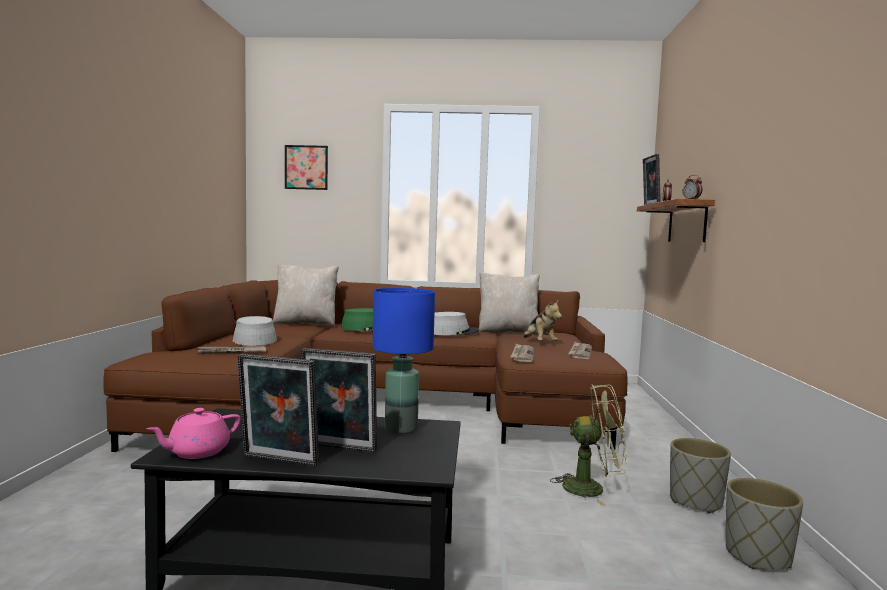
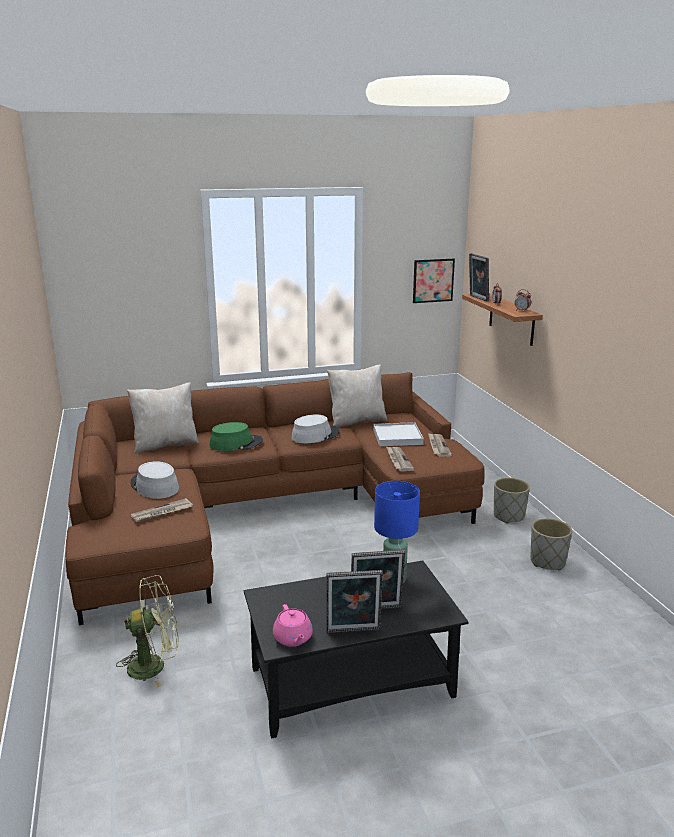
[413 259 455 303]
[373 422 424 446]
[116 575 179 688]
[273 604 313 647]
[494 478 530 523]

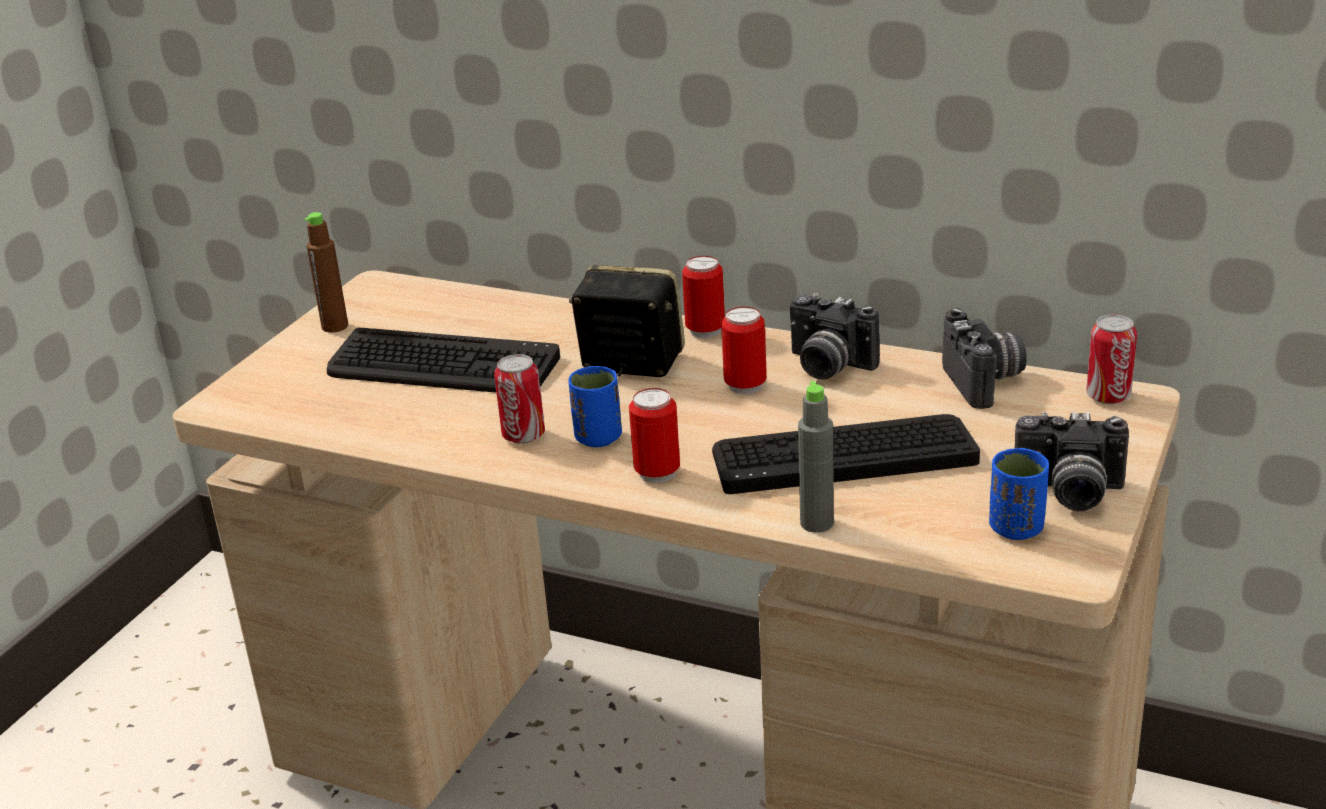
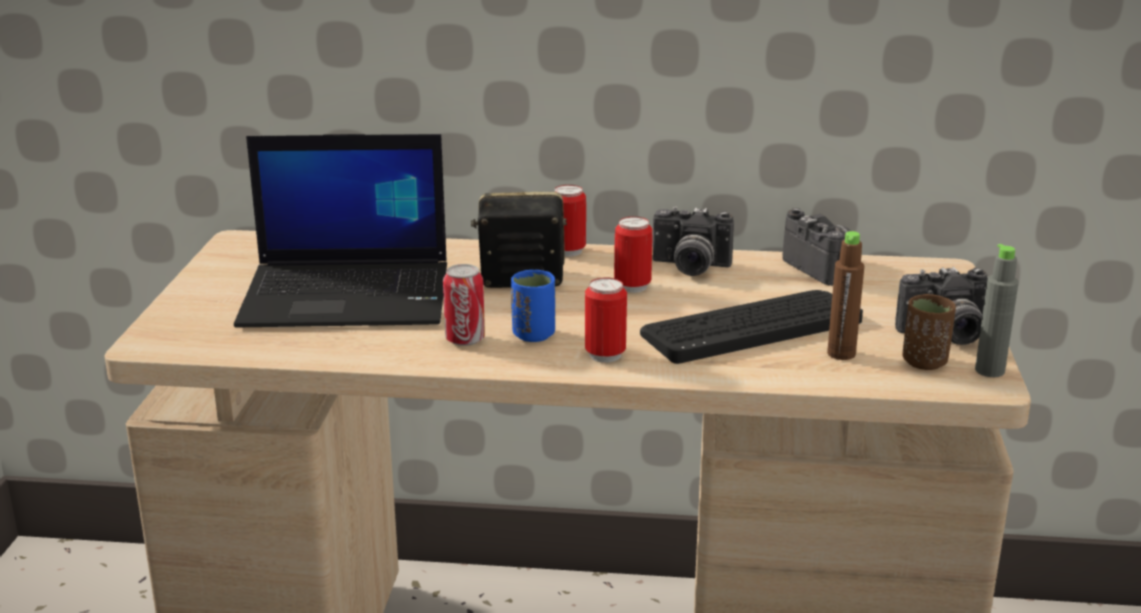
[827 231 865 360]
[1086 314 1137 404] (first image)
[234 134 447 328]
[975 244 1019 377]
[902 294 956 370]

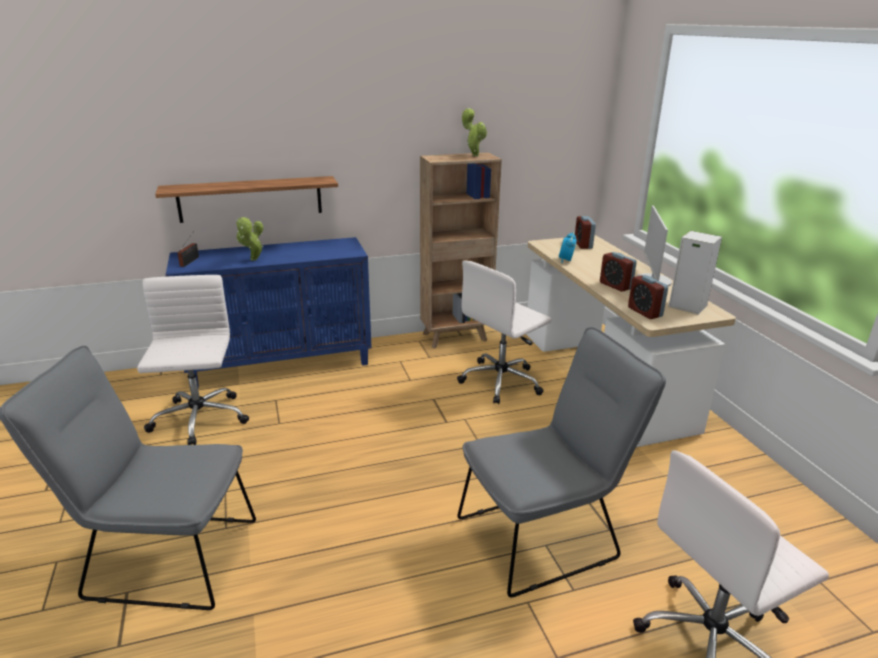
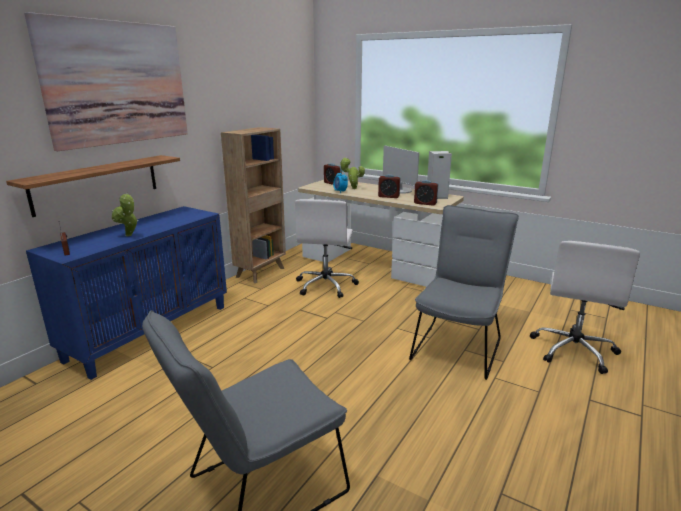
[340 158 365 189]
[137 275 249 445] (first image)
[24 12 188 151]

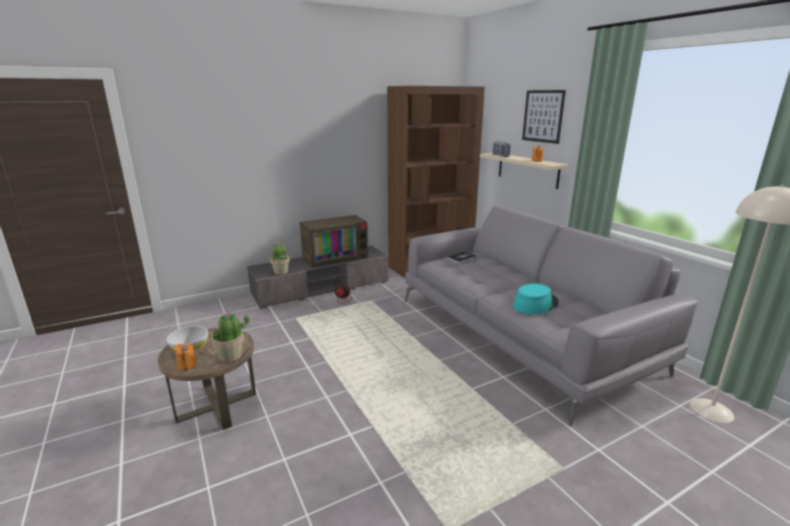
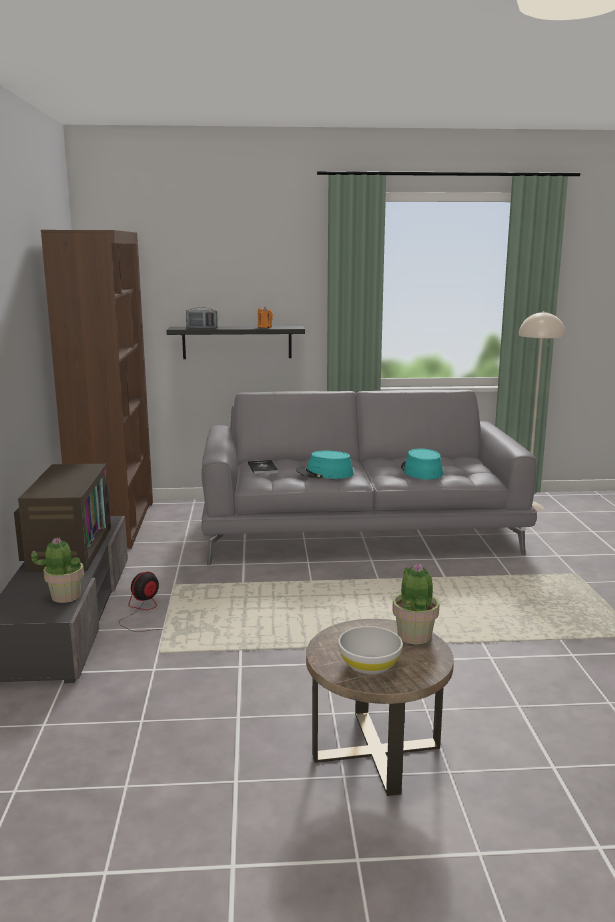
[522 90 566 144] (first image)
[166 326 305 359]
[174 343 197 371] (first image)
[296 451 354 479]

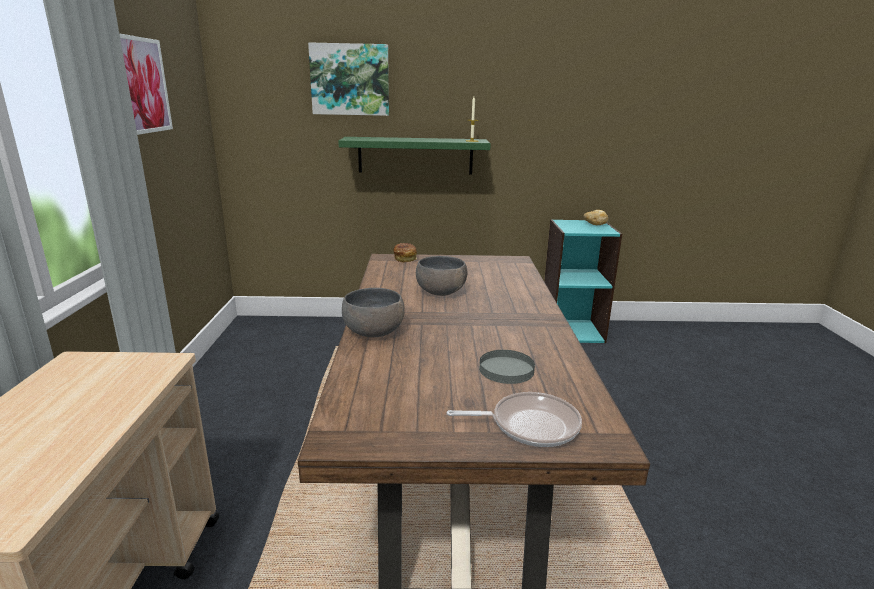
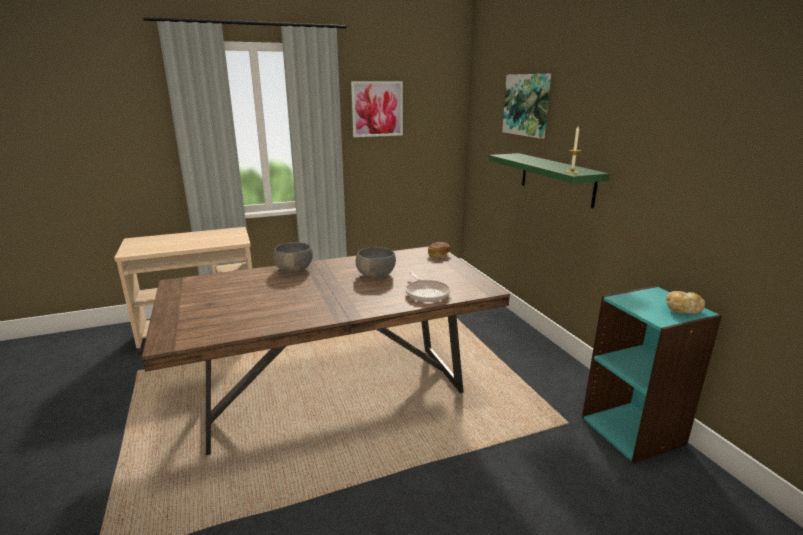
[479 350 535 384] (first image)
[406 272 450 302]

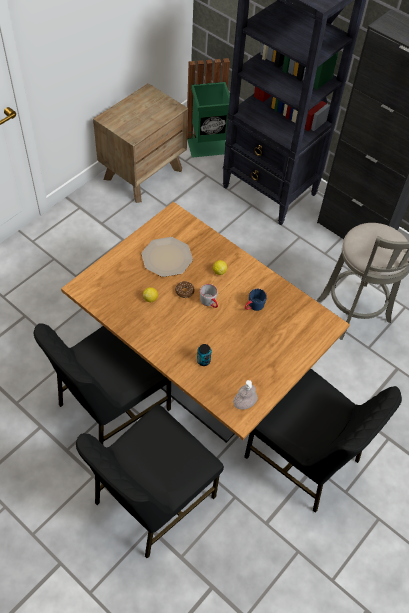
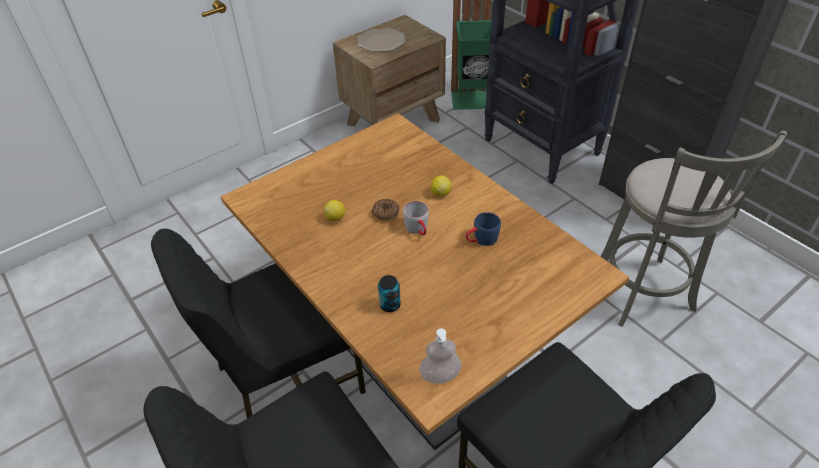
[358 28 405 52]

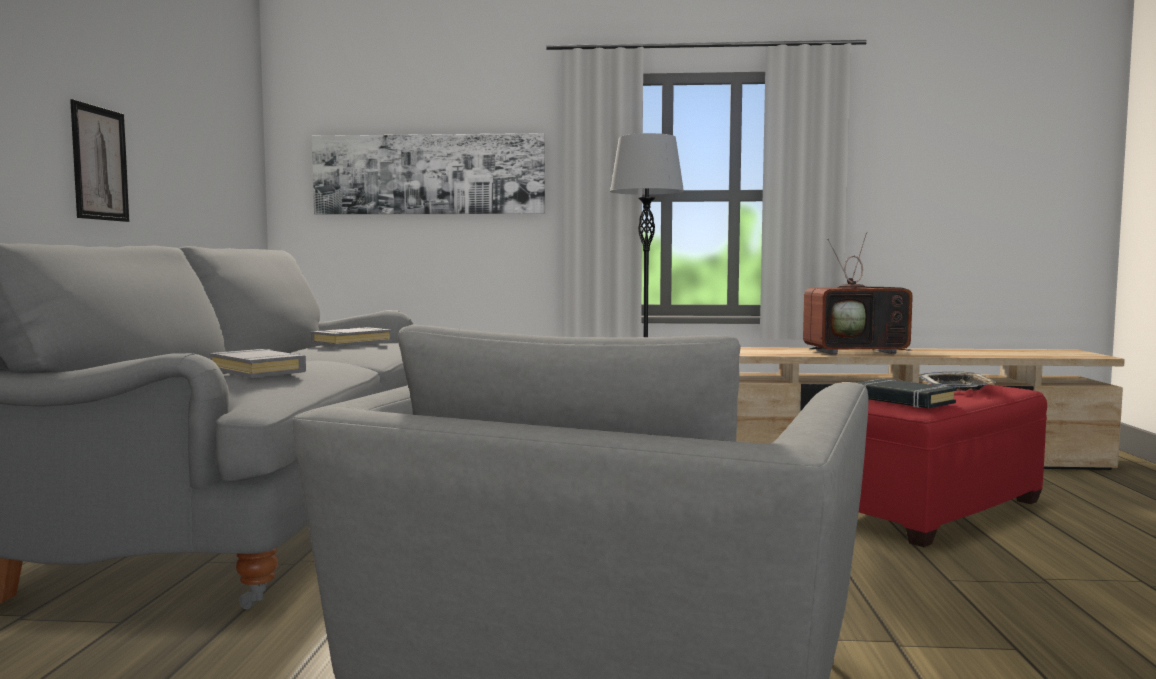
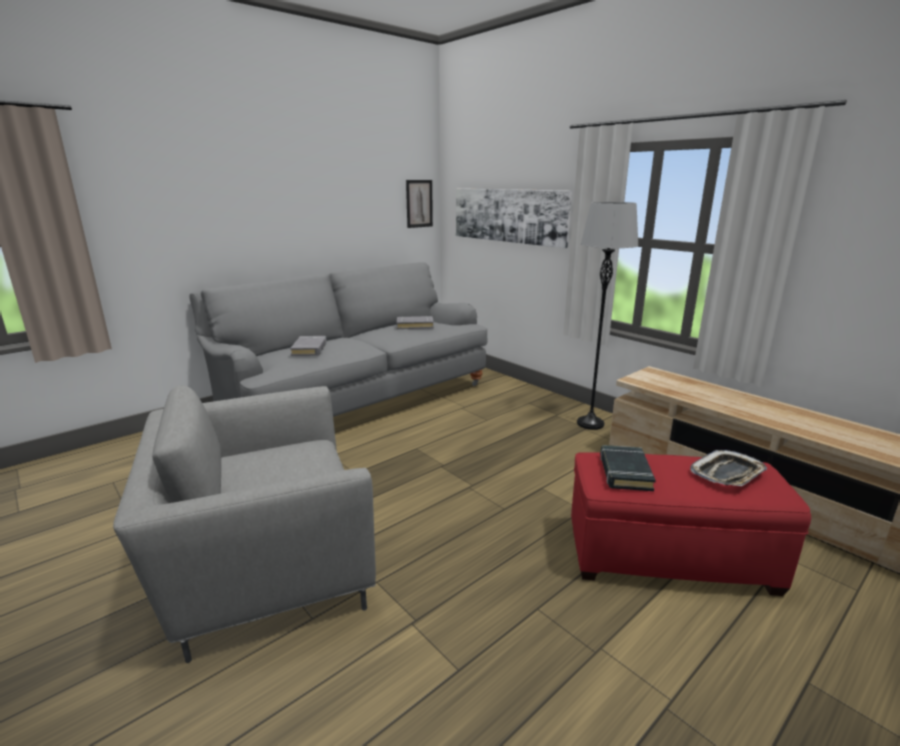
[406 180 433 228]
[803 232 913 354] (first image)

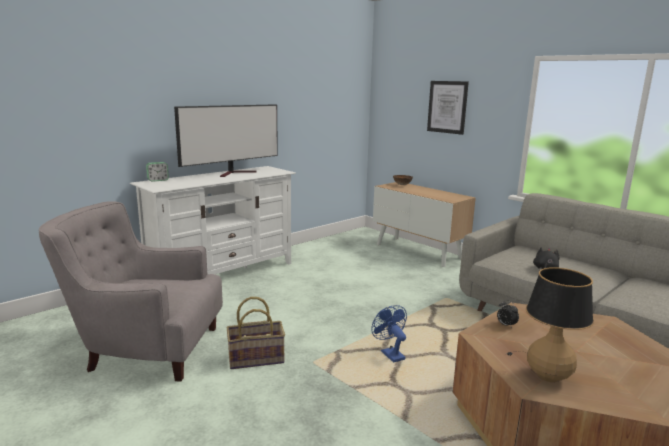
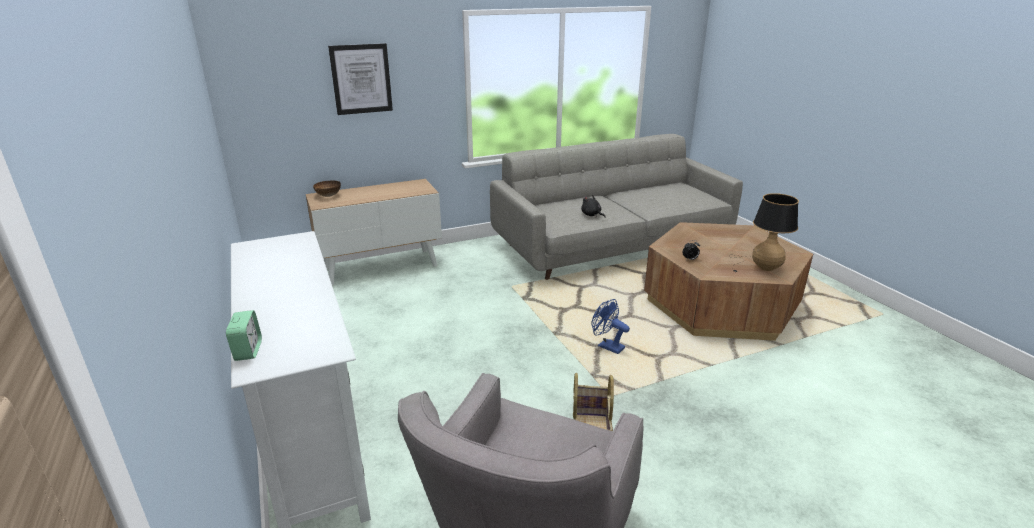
[174 104 278 177] (first image)
[591 299 630 354]

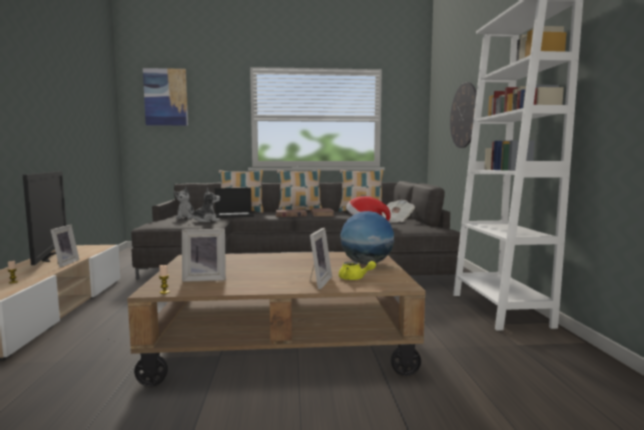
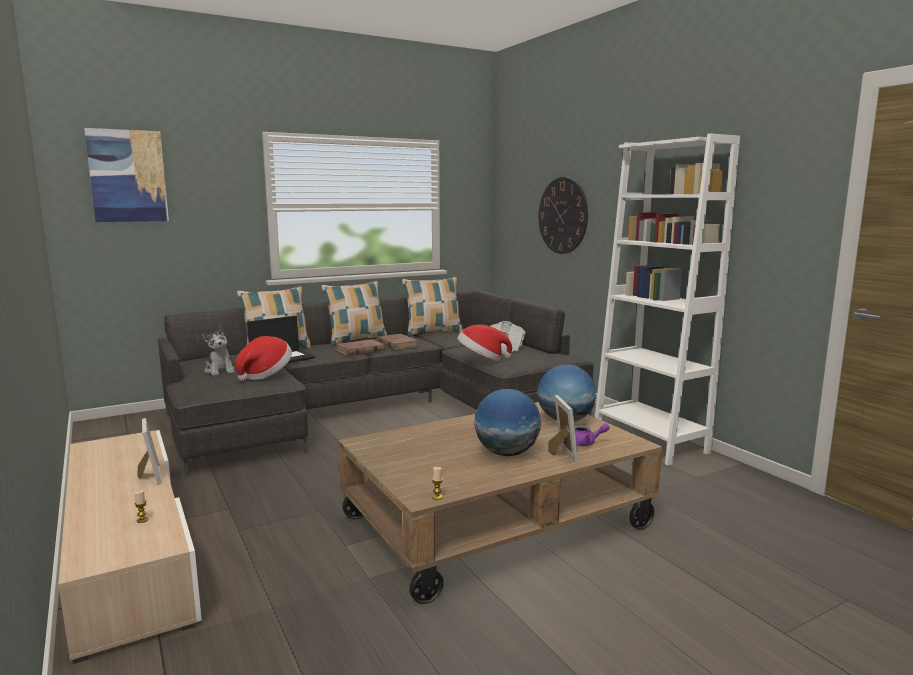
[23 171 67 265] (first image)
[236 336 292 381]
[182 229 226 282] (first image)
[575 423 610 446]
[474 389 541 456]

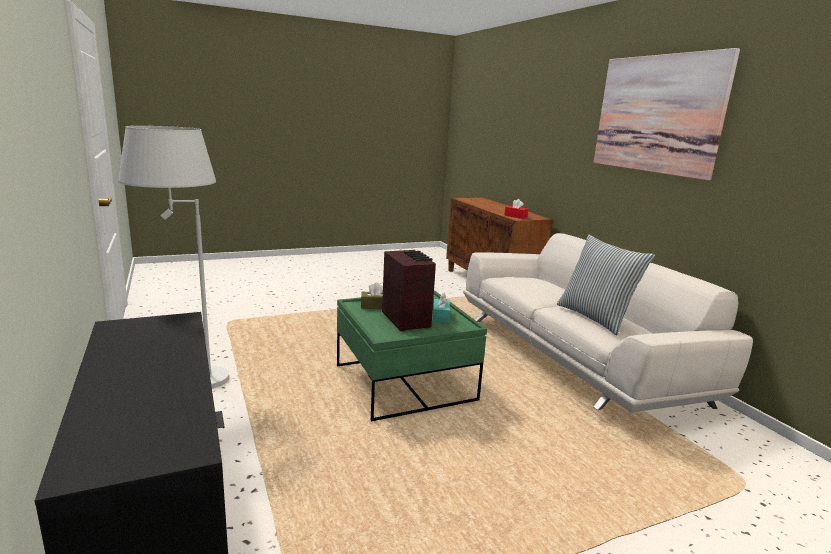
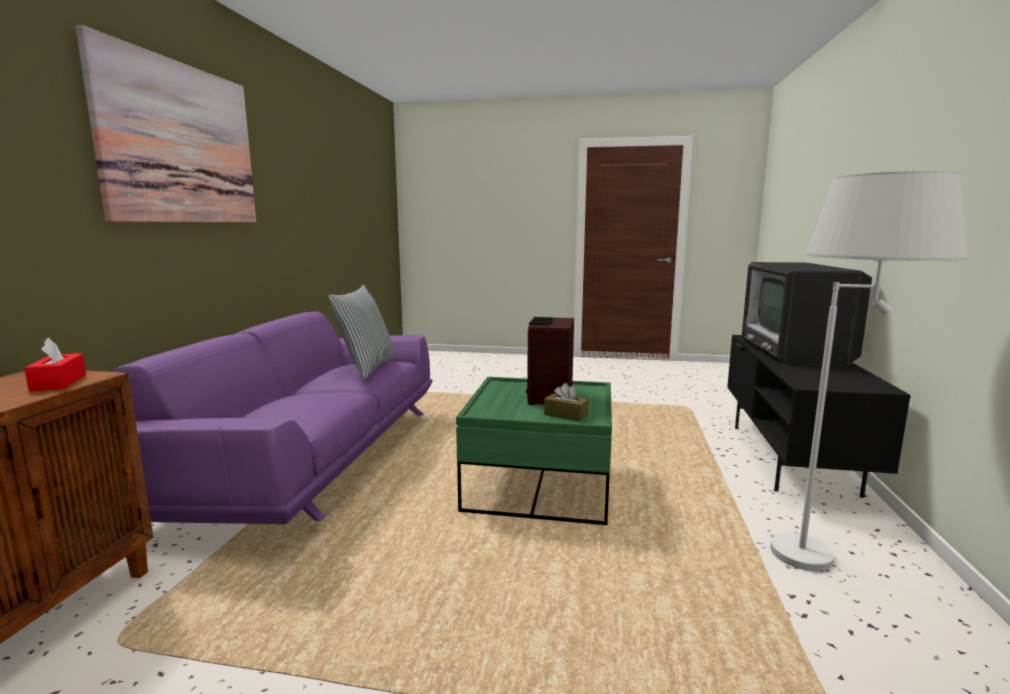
[110 312 433 524]
[433 293 450 323] (first image)
[742 262 872 365]

